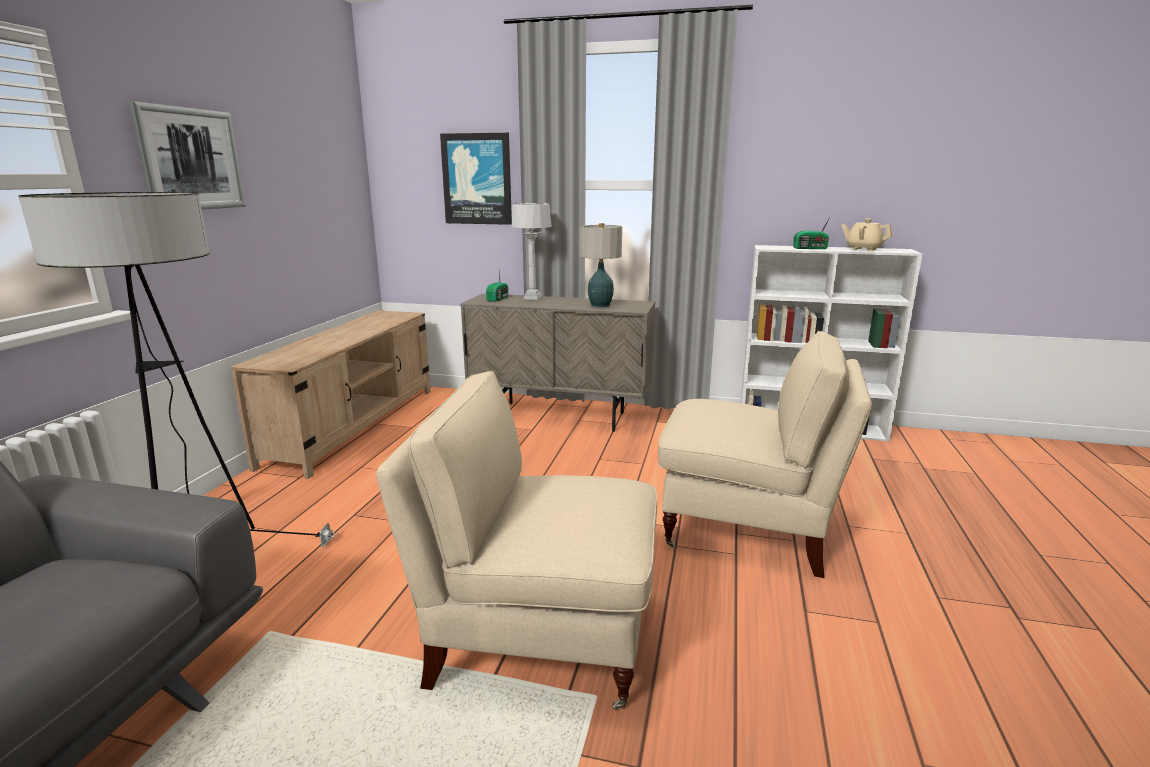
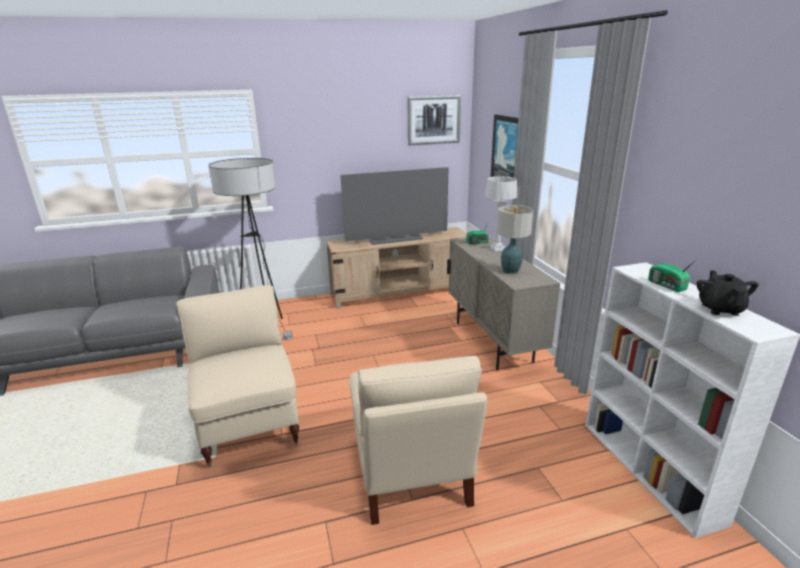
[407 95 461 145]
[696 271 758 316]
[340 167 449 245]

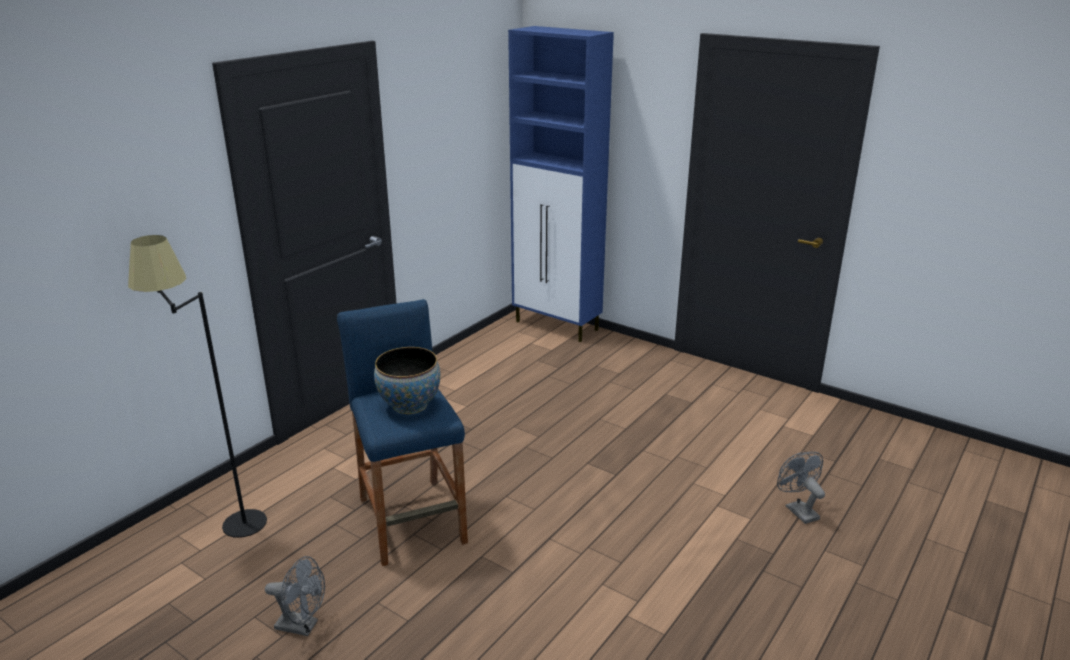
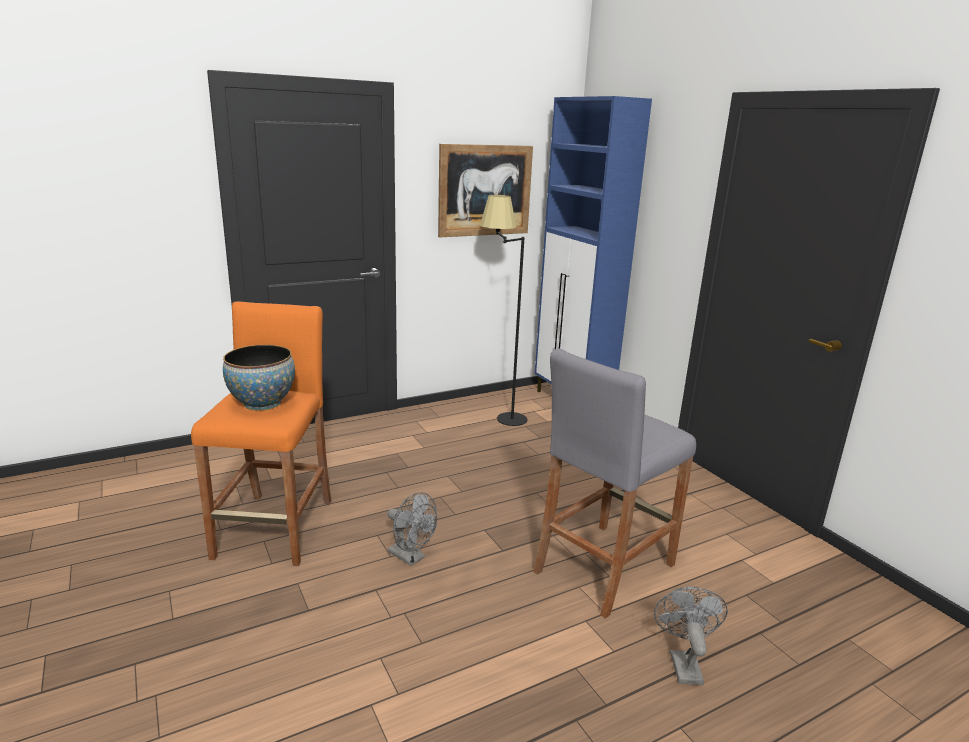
[480 195 528 426]
[191 301 332 566]
[387 492 437 566]
[438 144 533 237]
[533 348 696 619]

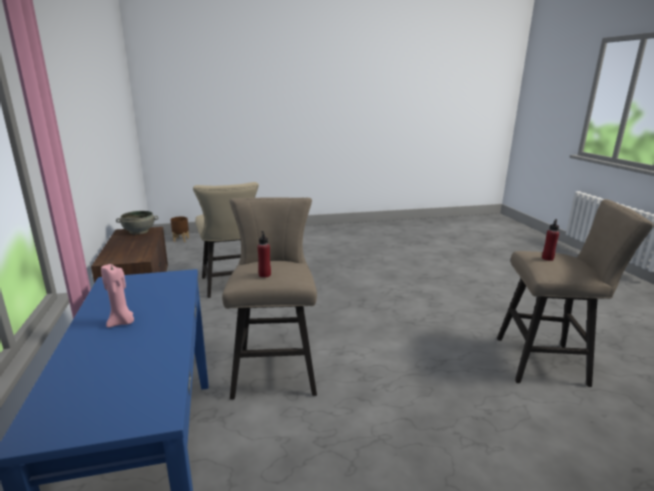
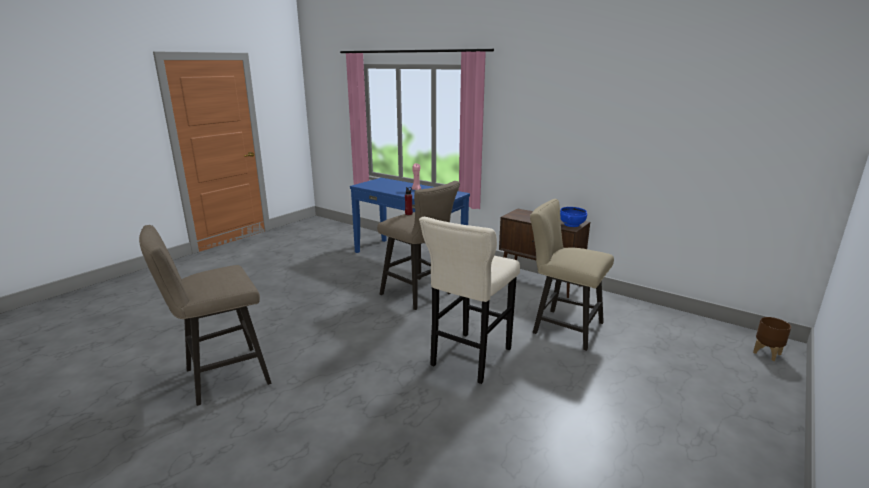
[560 207 587 227]
[542 219 559 261] (first image)
[419 217 520 384]

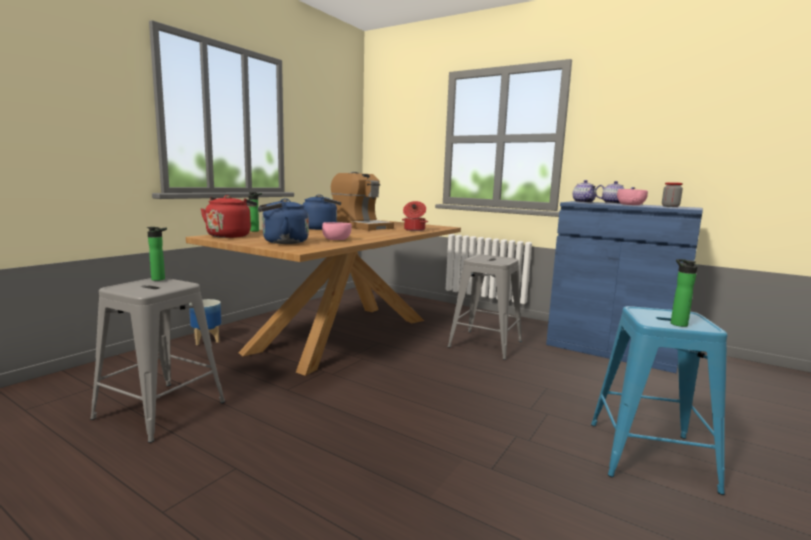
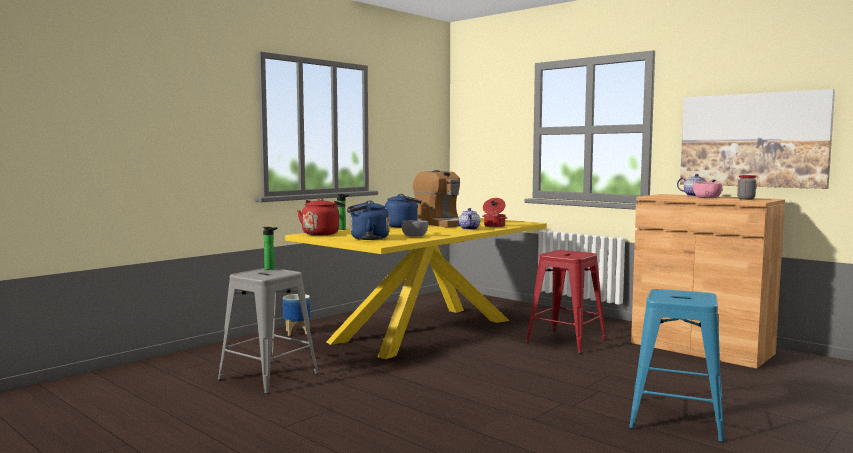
[459 208 480 230]
[631 194 785 369]
[285 216 547 359]
[402 220 428 236]
[526 250 606 354]
[671 259 698 327] (first image)
[680 89 835 189]

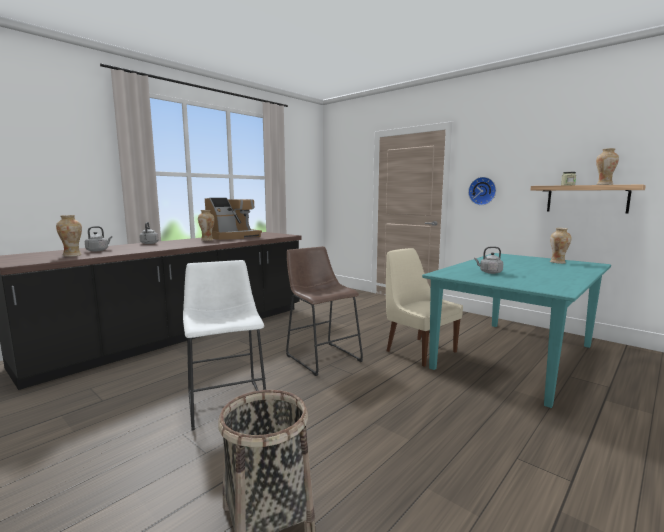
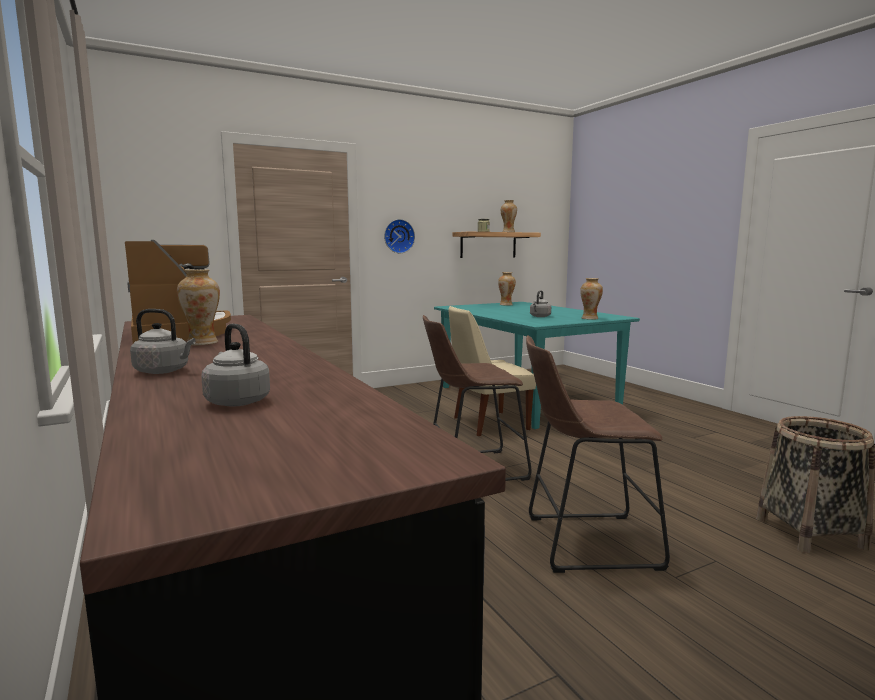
[580 278 603 320]
[526 335 670 573]

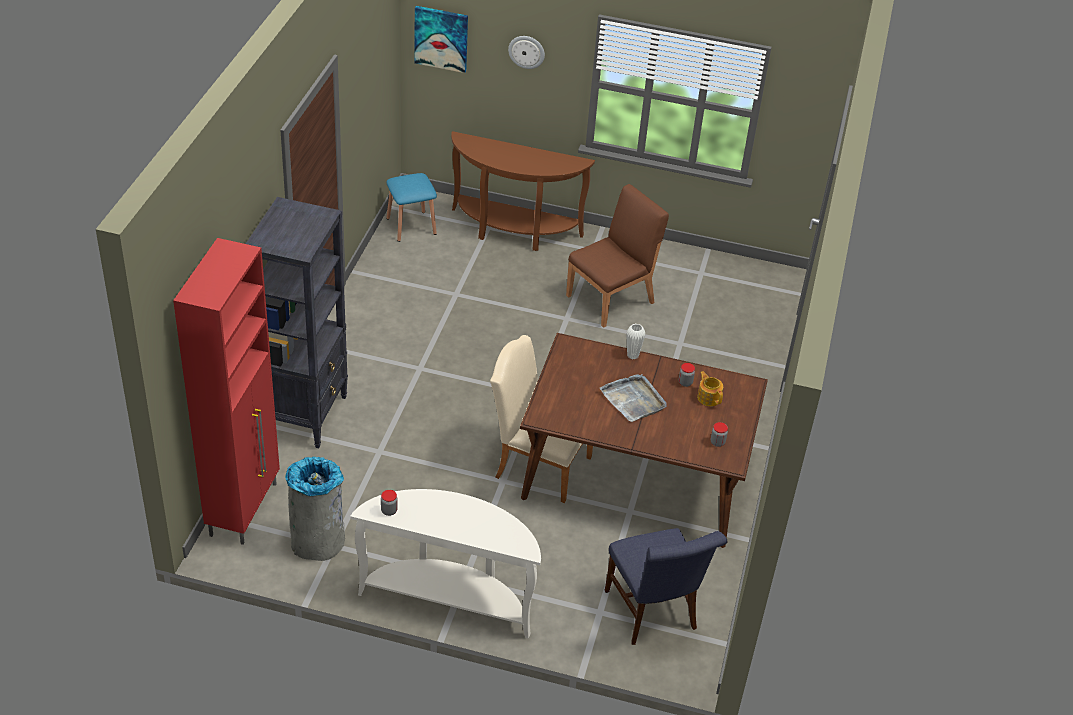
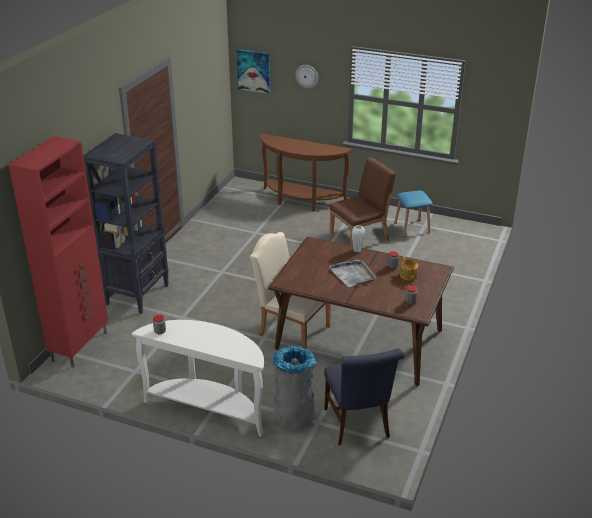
[394 191 433 237]
[272 346 317 430]

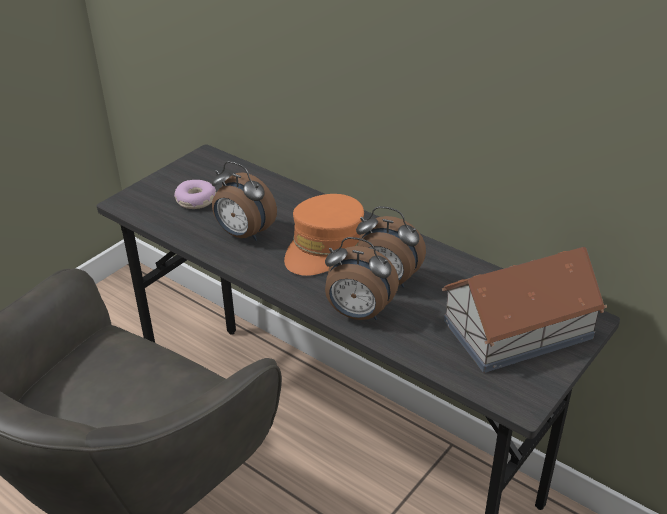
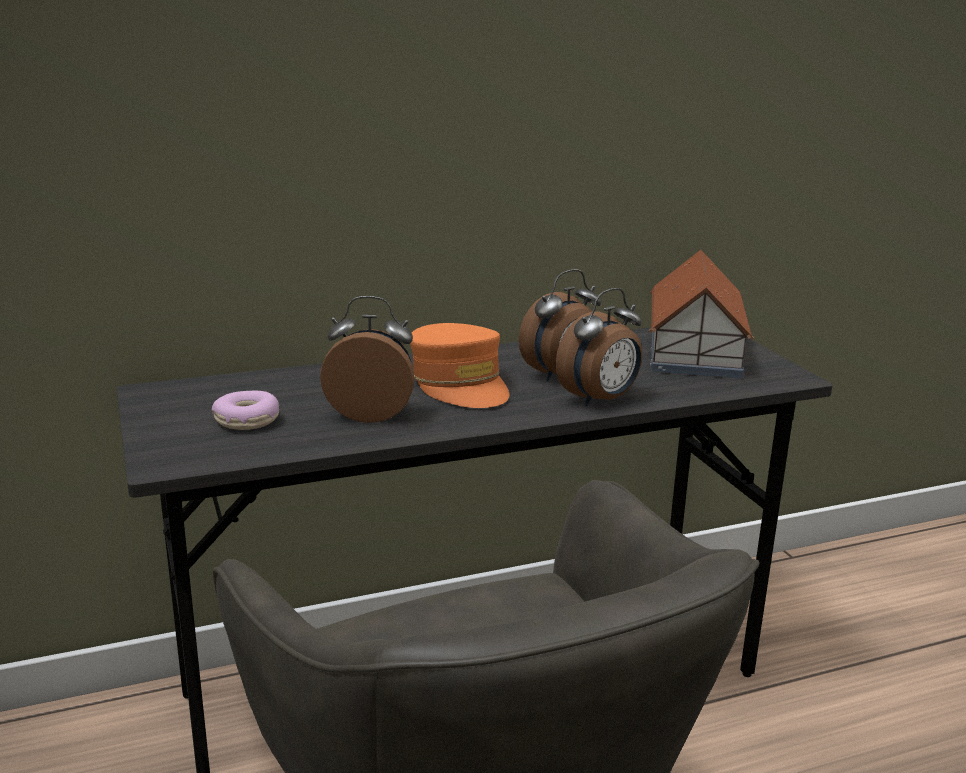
[320 296 415 423]

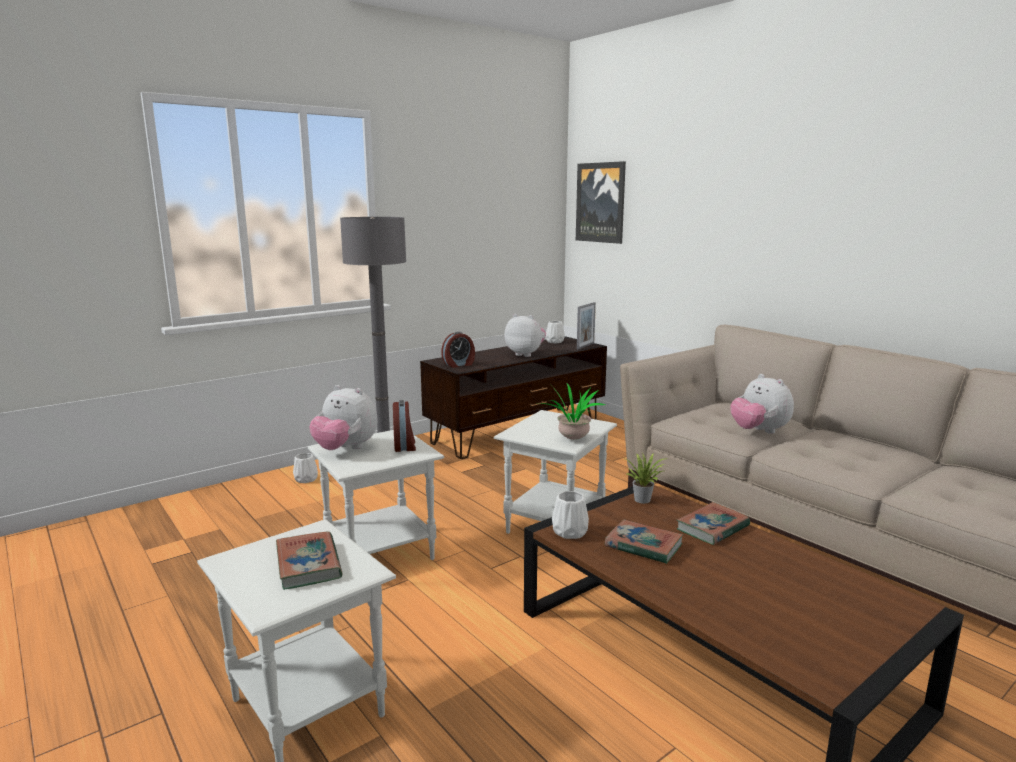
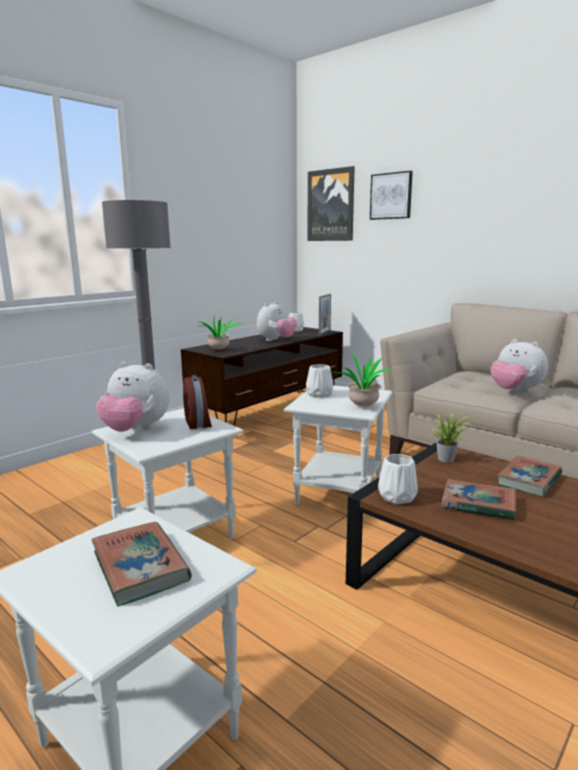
[257 301 297 341]
[200 318 244 349]
[306 364 333 398]
[370 171 413 220]

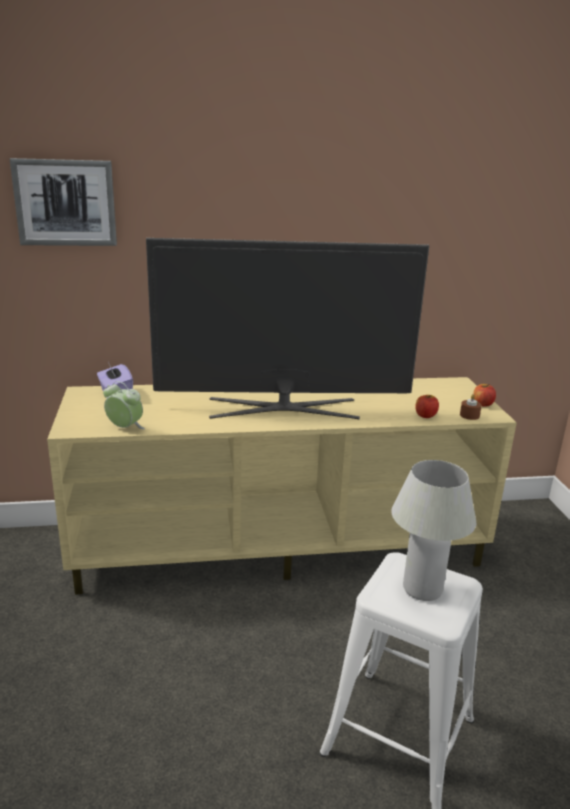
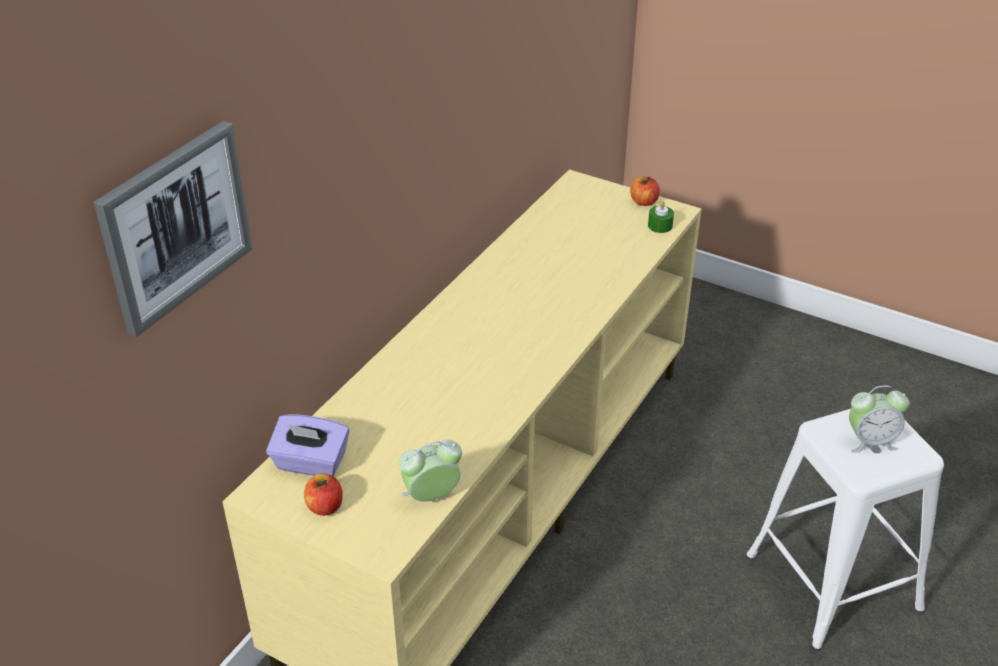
[146 238 429 419] (first image)
[648 201 674 233]
[304 473 343 516]
[849 386 910 453]

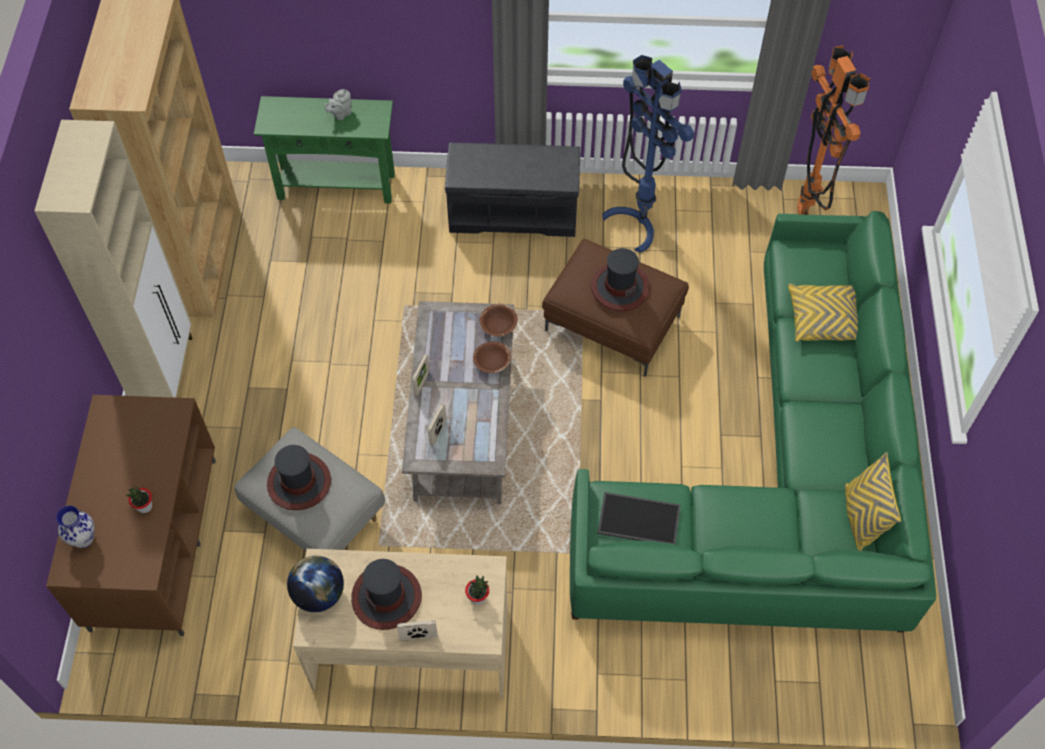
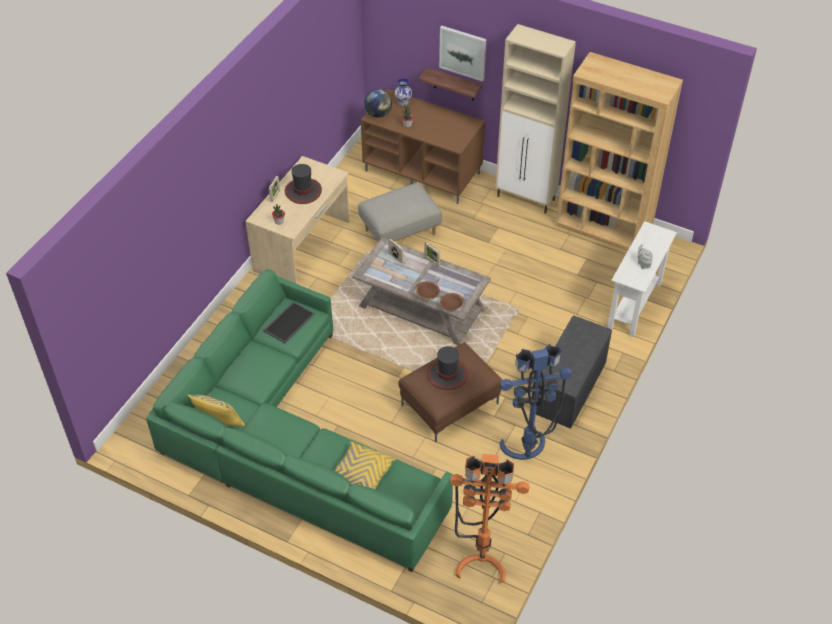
[607 221 677 337]
[267 445 331 510] (first image)
[364 89 392 118]
[439 26 486 82]
[418 67 482 101]

